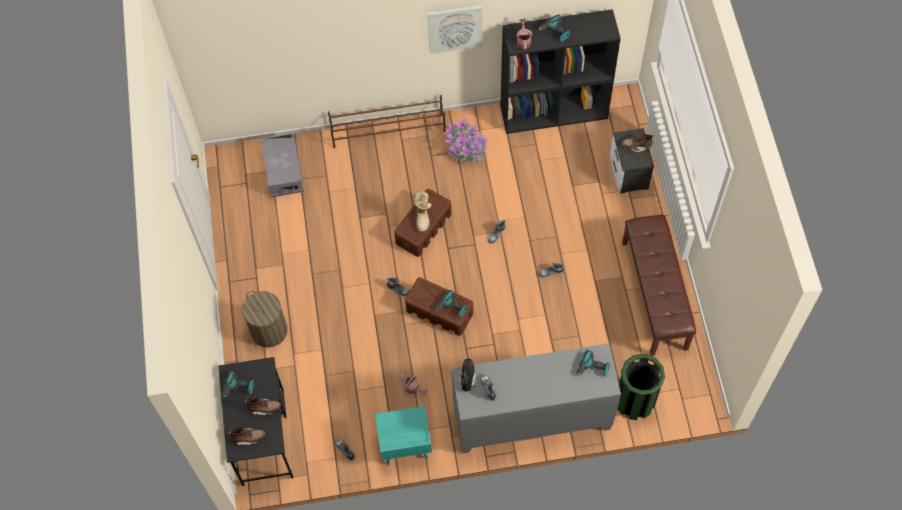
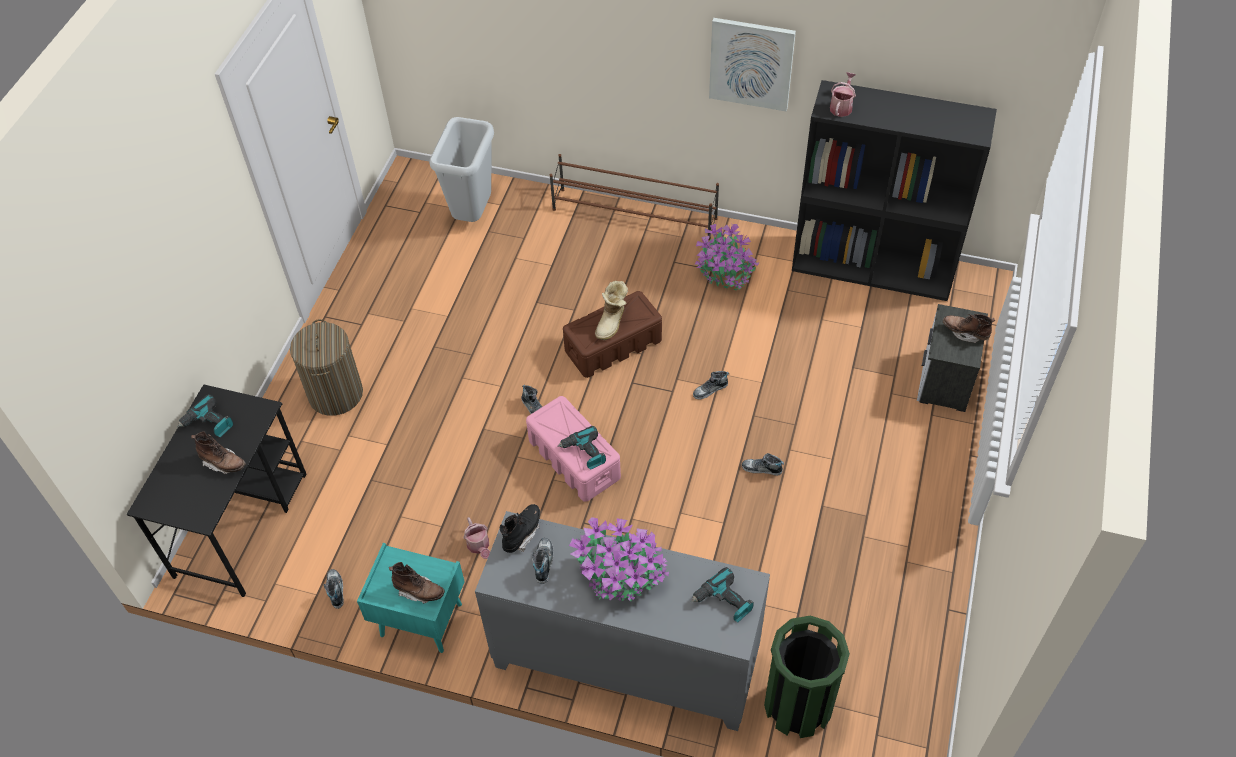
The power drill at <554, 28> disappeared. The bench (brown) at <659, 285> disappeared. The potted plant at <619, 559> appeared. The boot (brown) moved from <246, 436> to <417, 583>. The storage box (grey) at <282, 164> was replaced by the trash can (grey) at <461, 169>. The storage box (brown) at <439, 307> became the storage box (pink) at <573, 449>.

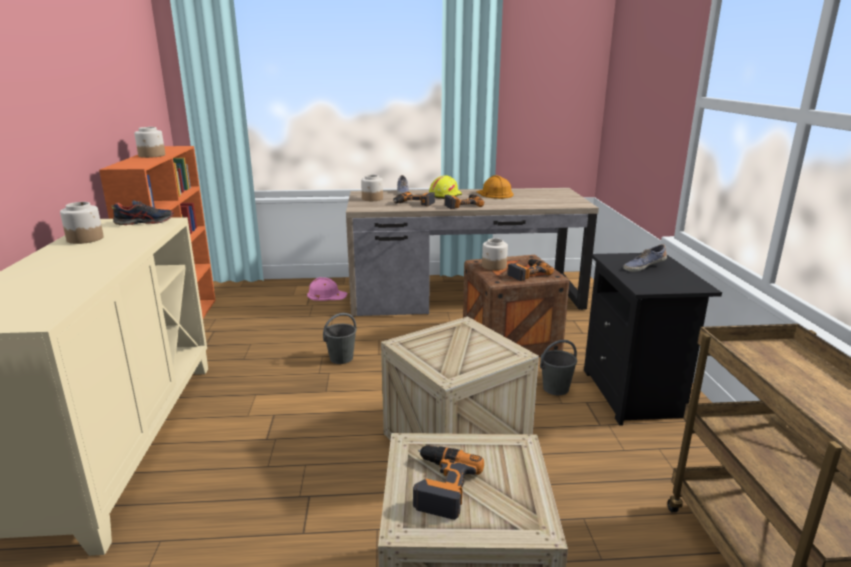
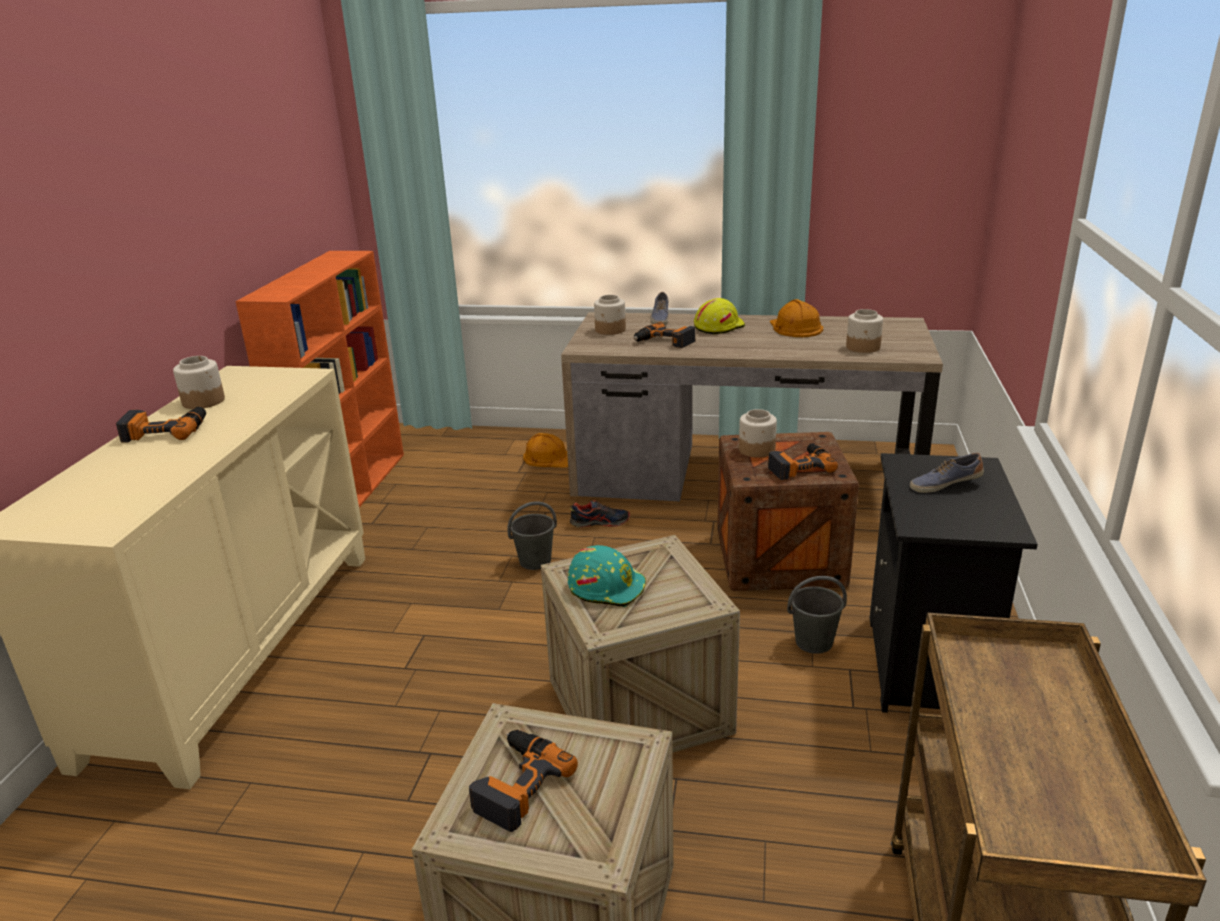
The hard hat (turquoise) at <607, 576> appeared. The shoe moved from <143, 212> to <600, 514>. The jar moved from <149, 142> to <864, 331>. The power drill moved from <464, 201> to <161, 425>. The hard hat (pink) at <327, 289> became the hard hat (orange) at <545, 450>.

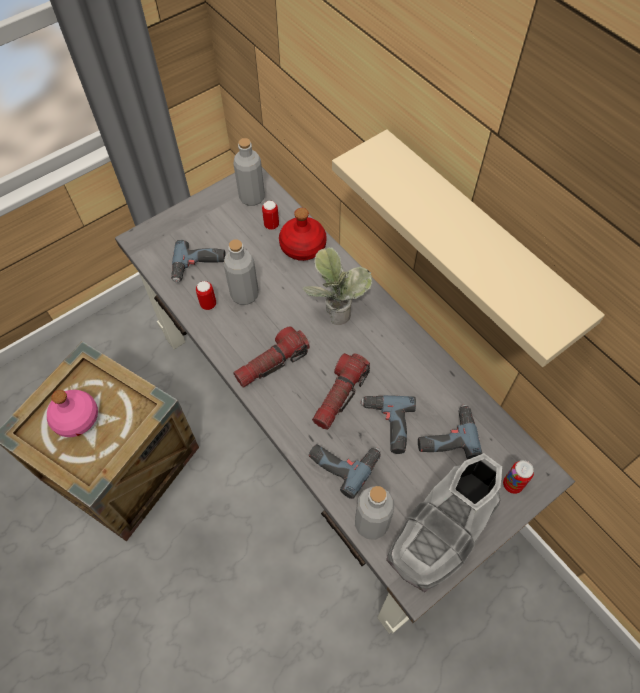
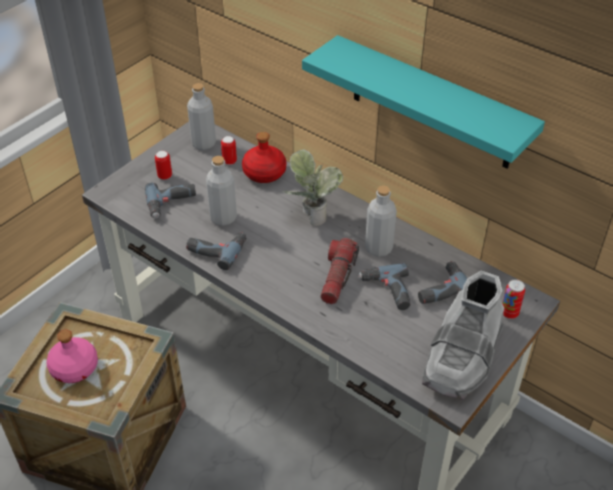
The flashlight at <271, 357> disappeared. The can moved from <206, 295> to <163, 165>. The power drill moved from <345, 471> to <216, 251>. The bottle (grey) moved from <374, 513> to <381, 221>. The shelf (beige) at <468, 248> became the shelf (turquoise) at <423, 101>.

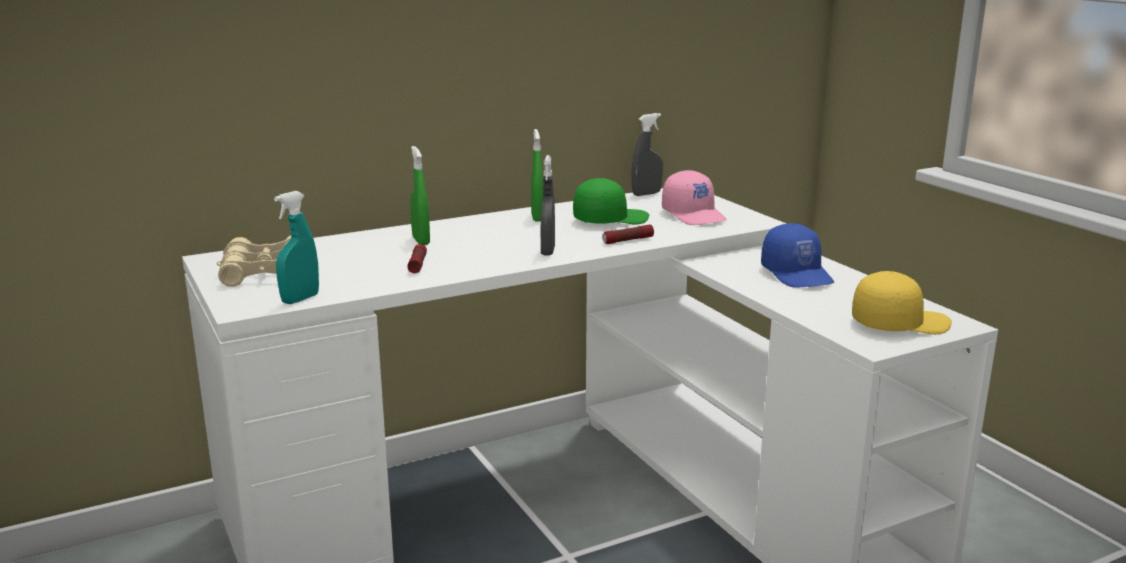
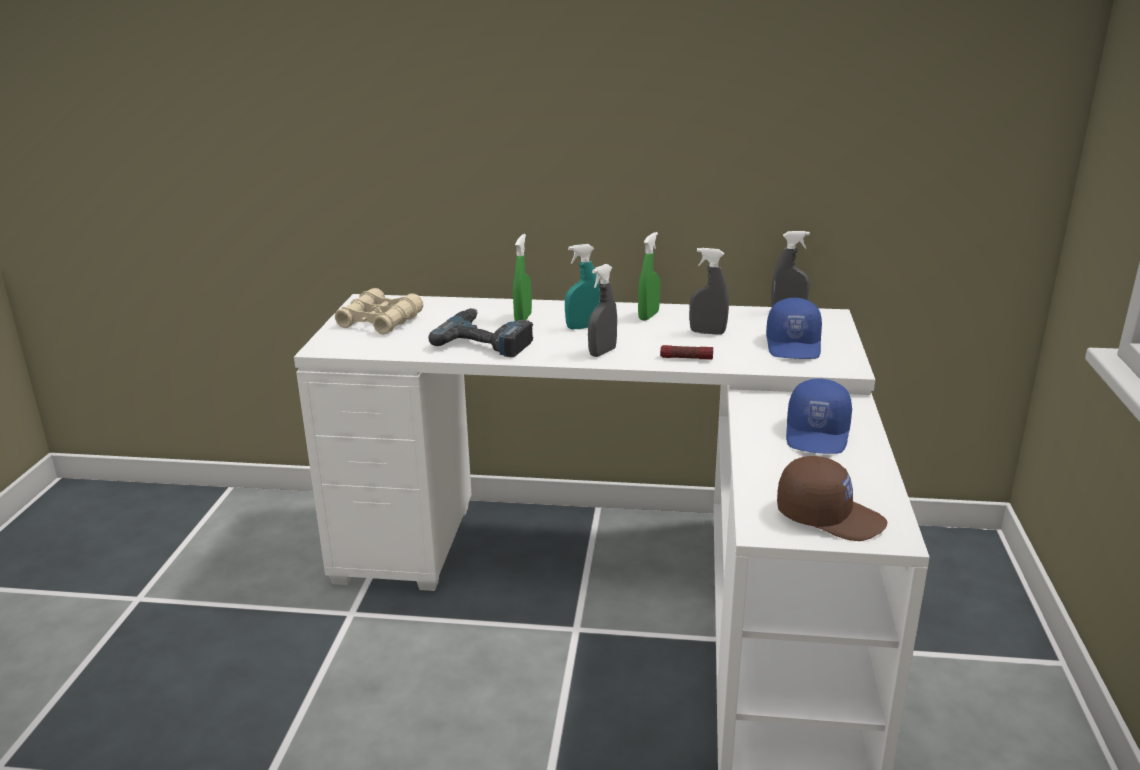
The spray bottle (turquoise) moved from <296, 247> to <582, 286>. The flashlight at <417, 258> was replaced by the power drill at <481, 332>. The cap (green) at <611, 201> was replaced by the spray bottle (grey) at <709, 291>. The cap (pink) at <694, 197> became the cap (blue) at <794, 328>. The cap (yellow) at <902, 302> became the cap (brown) at <832, 498>.

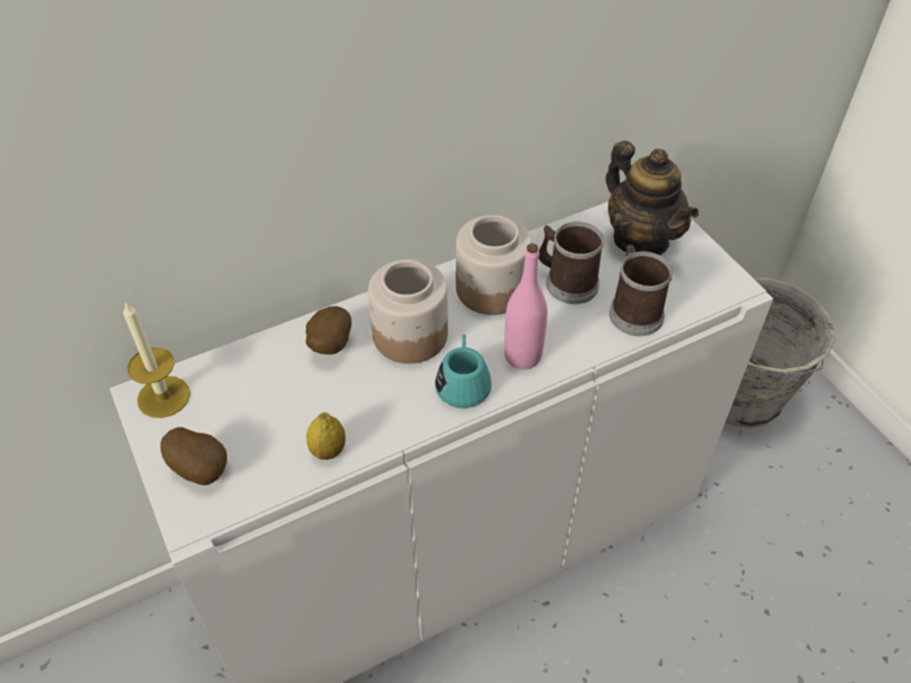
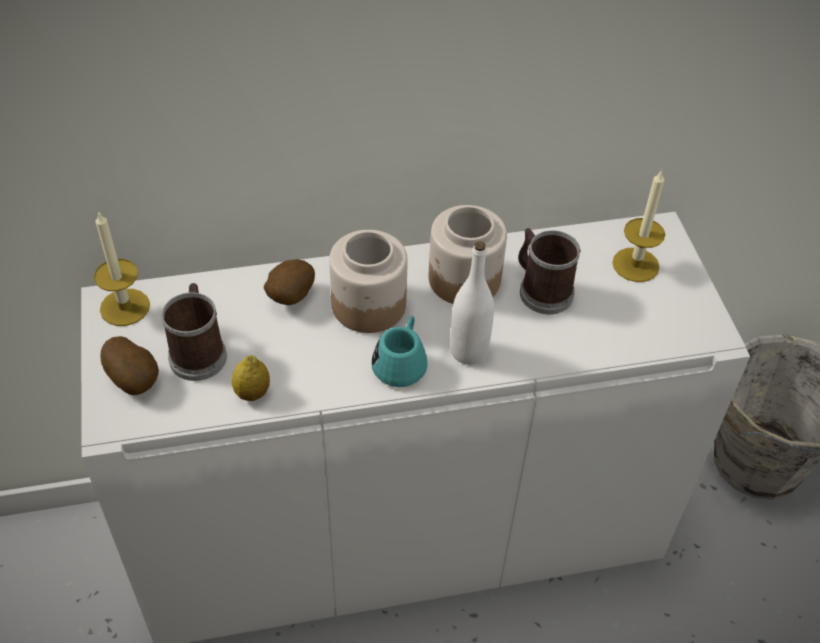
The mug moved from <640, 290> to <194, 332>. The teapot at <652, 198> was replaced by the candle at <638, 225>. The bottle (pink) at <525, 306> became the bottle (white) at <472, 303>.

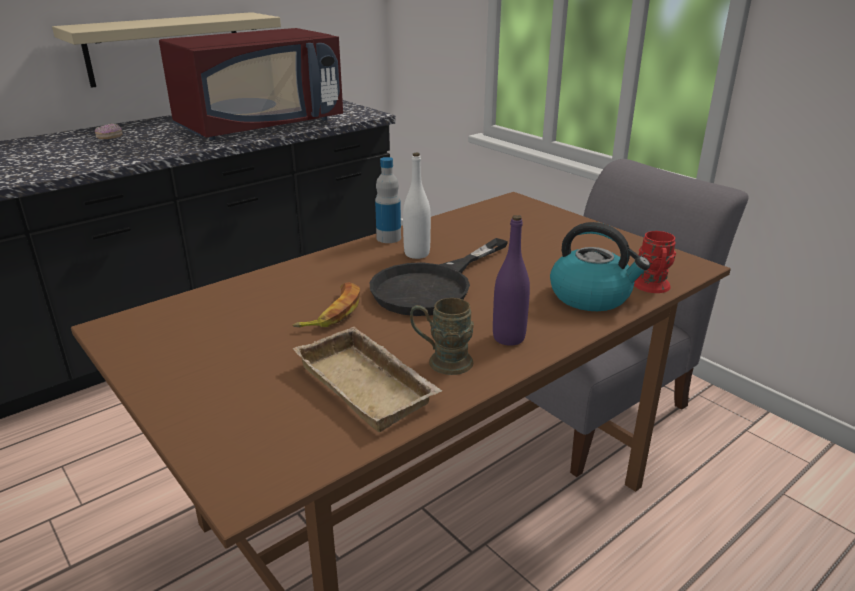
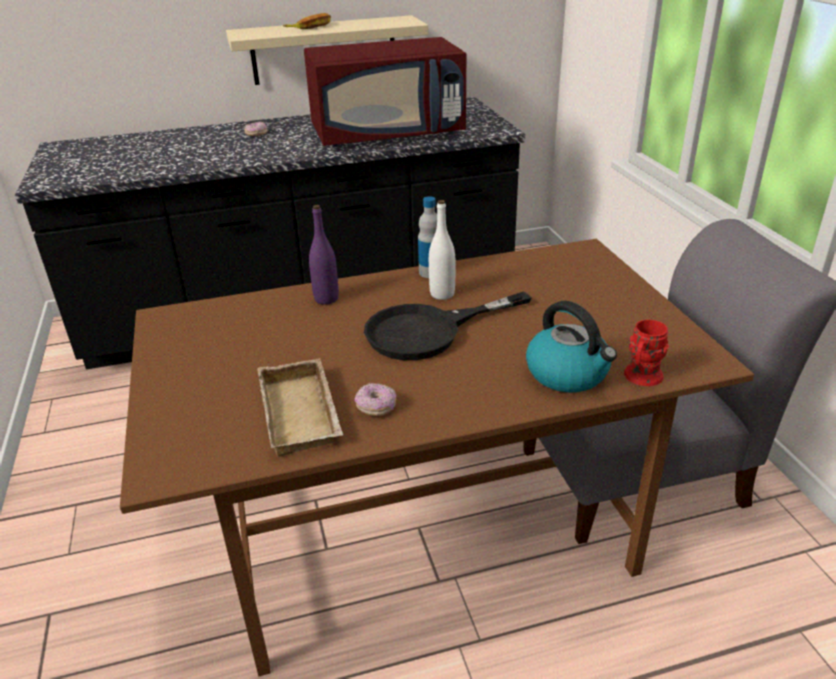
The banana moved from <326, 304> to <307, 21>. The bottle (purple) moved from <511, 280> to <324, 255>. The mug (brown) at <442, 336> was replaced by the donut at <375, 399>.

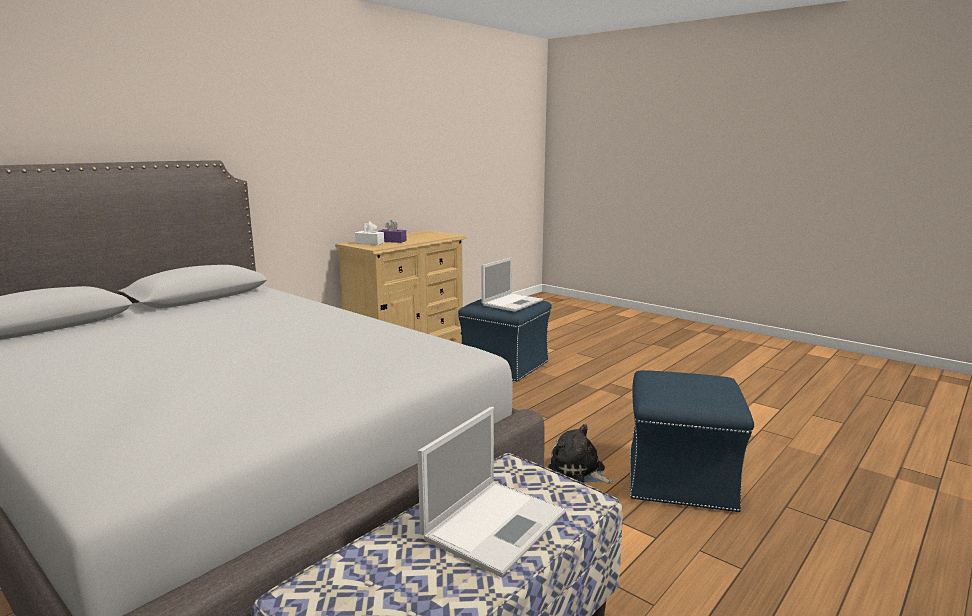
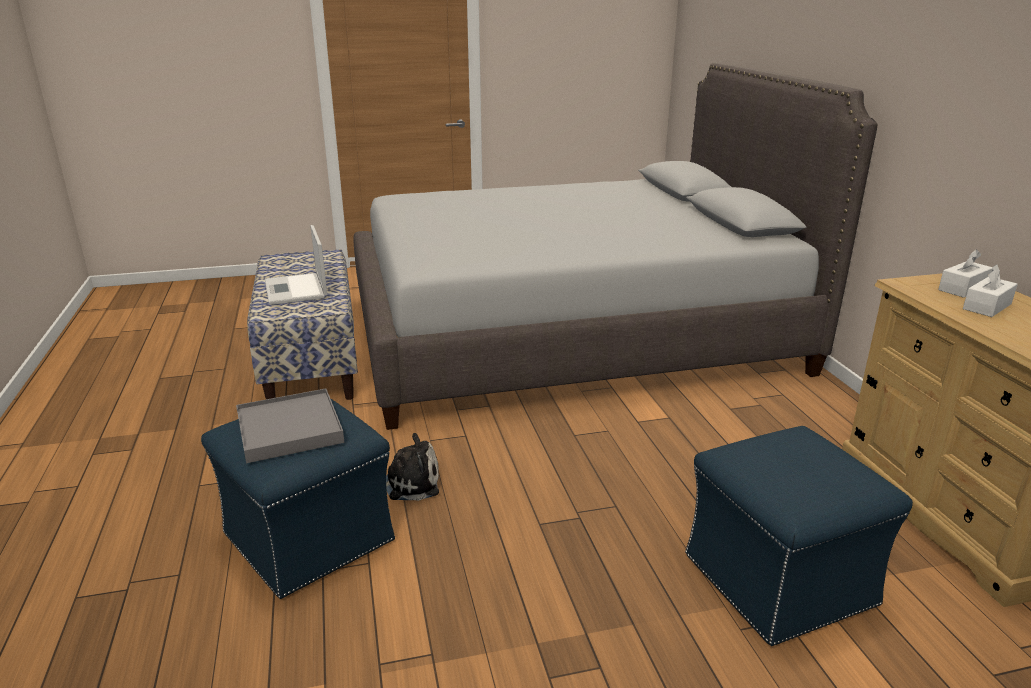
The laptop at <512, 284> disappeared. The tray (grey) at <290, 425> appeared. The tissue box (purple) at <392, 231> became the tissue box (white) at <990, 290>.

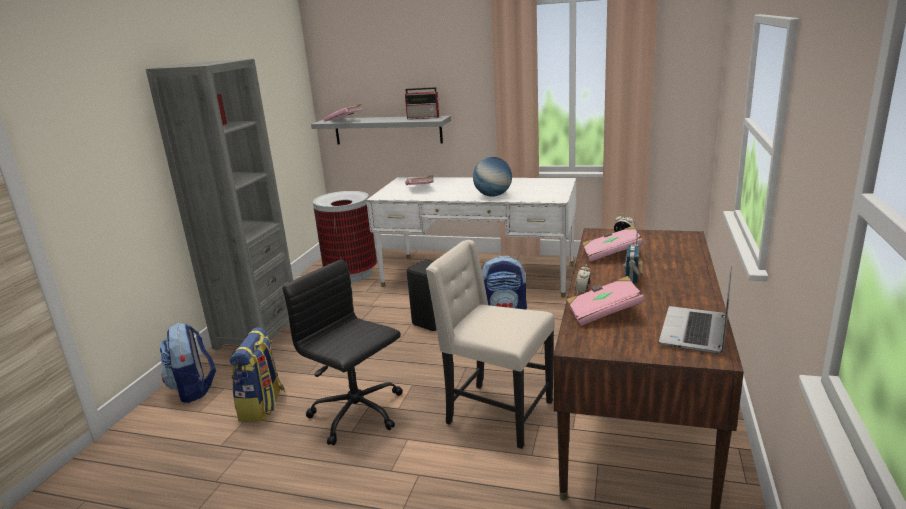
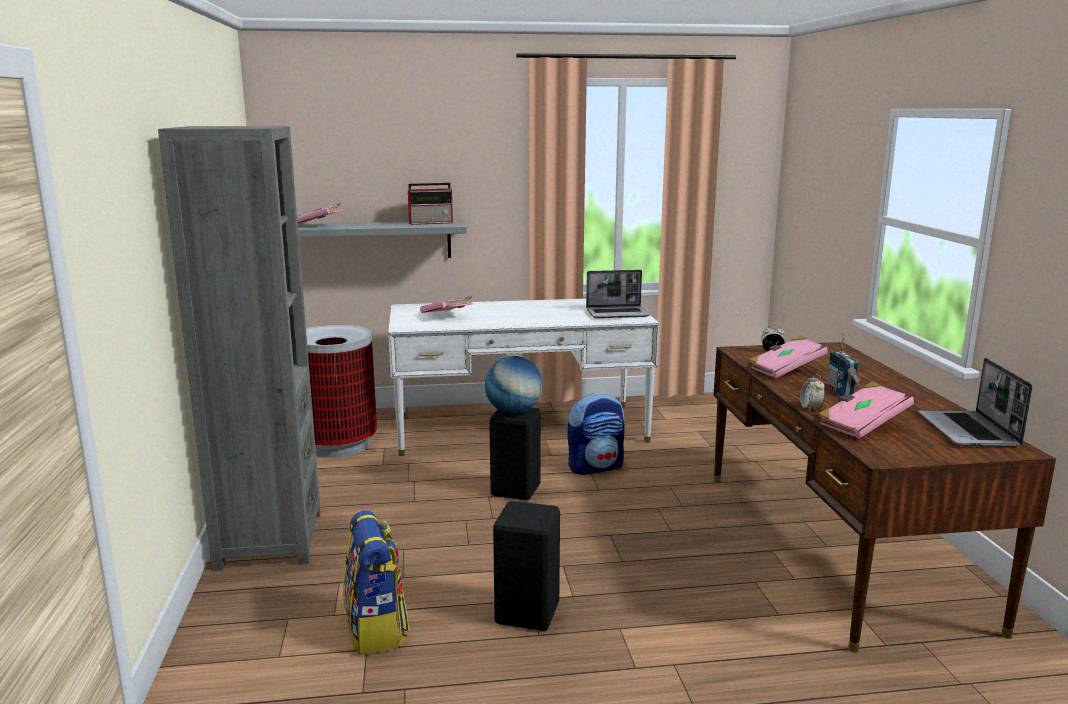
The backpack at <188, 363> disappeared. The chair (beige) at <490, 344> disappeared. The laptop at <618, 294> appeared. The globe moved from <492, 177> to <514, 385>. The office chair (black) at <342, 352> was replaced by the stool (black) at <526, 566>.

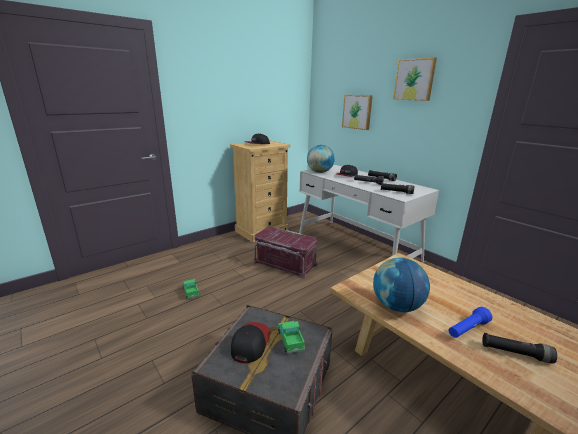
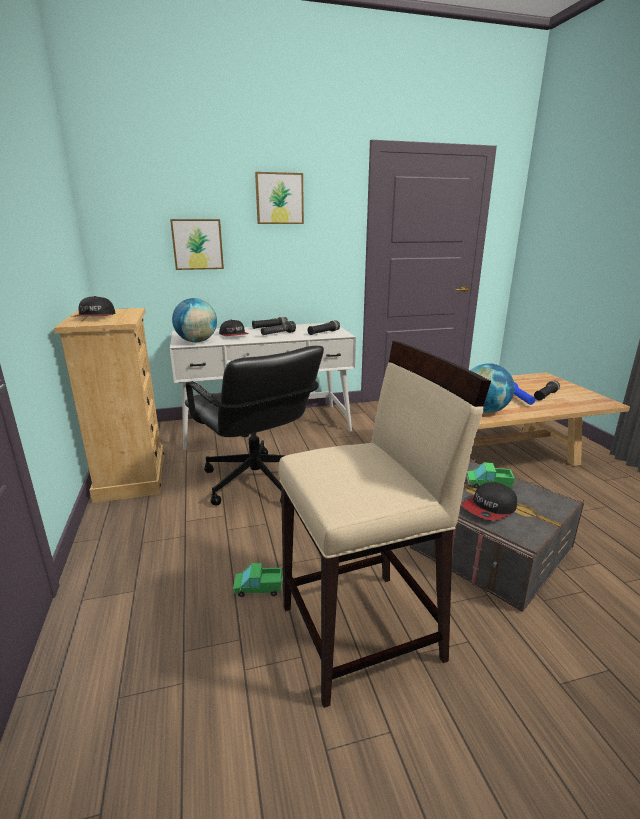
The stool (beige) at <385, 524> appeared. The storage box (red) at <285, 253> was replaced by the office chair (black) at <254, 426>. The cap at <250, 342> turned 75 degrees counterclockwise.

